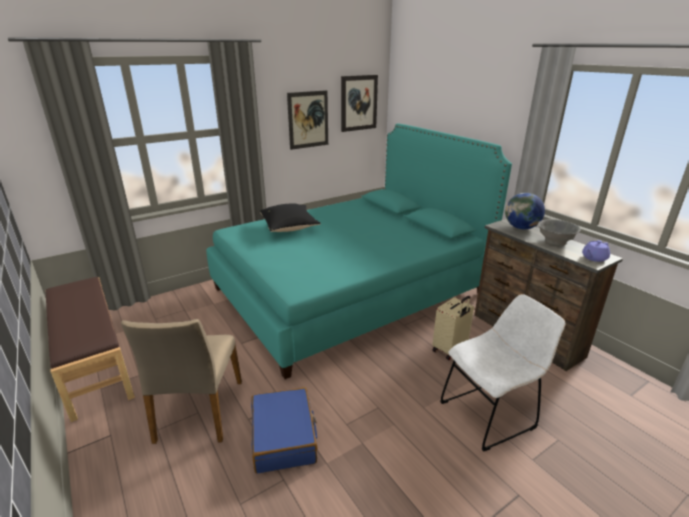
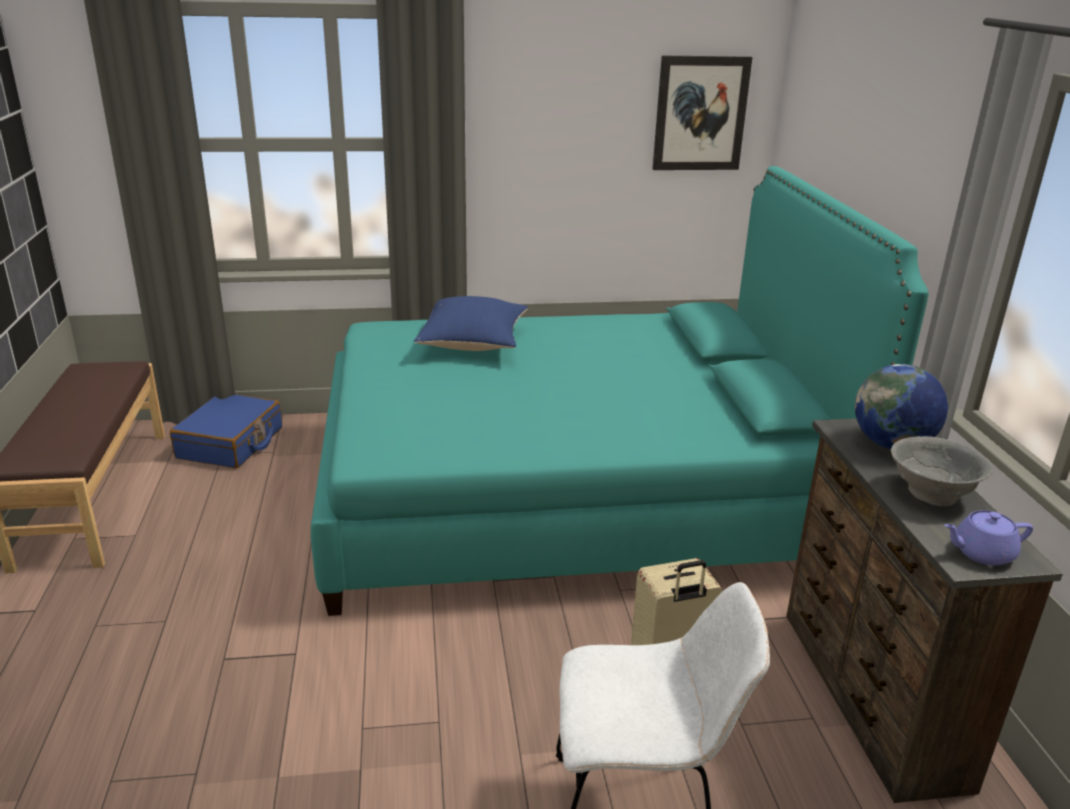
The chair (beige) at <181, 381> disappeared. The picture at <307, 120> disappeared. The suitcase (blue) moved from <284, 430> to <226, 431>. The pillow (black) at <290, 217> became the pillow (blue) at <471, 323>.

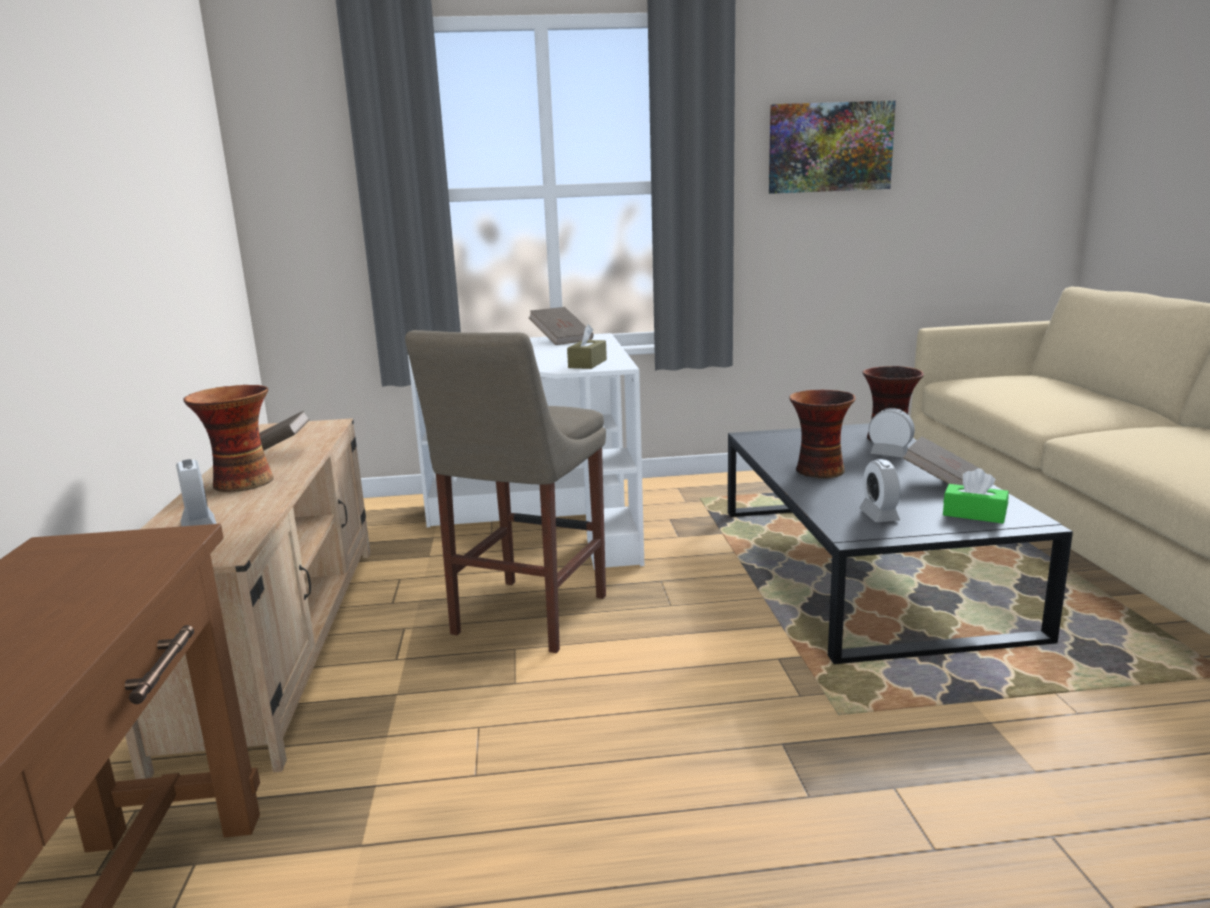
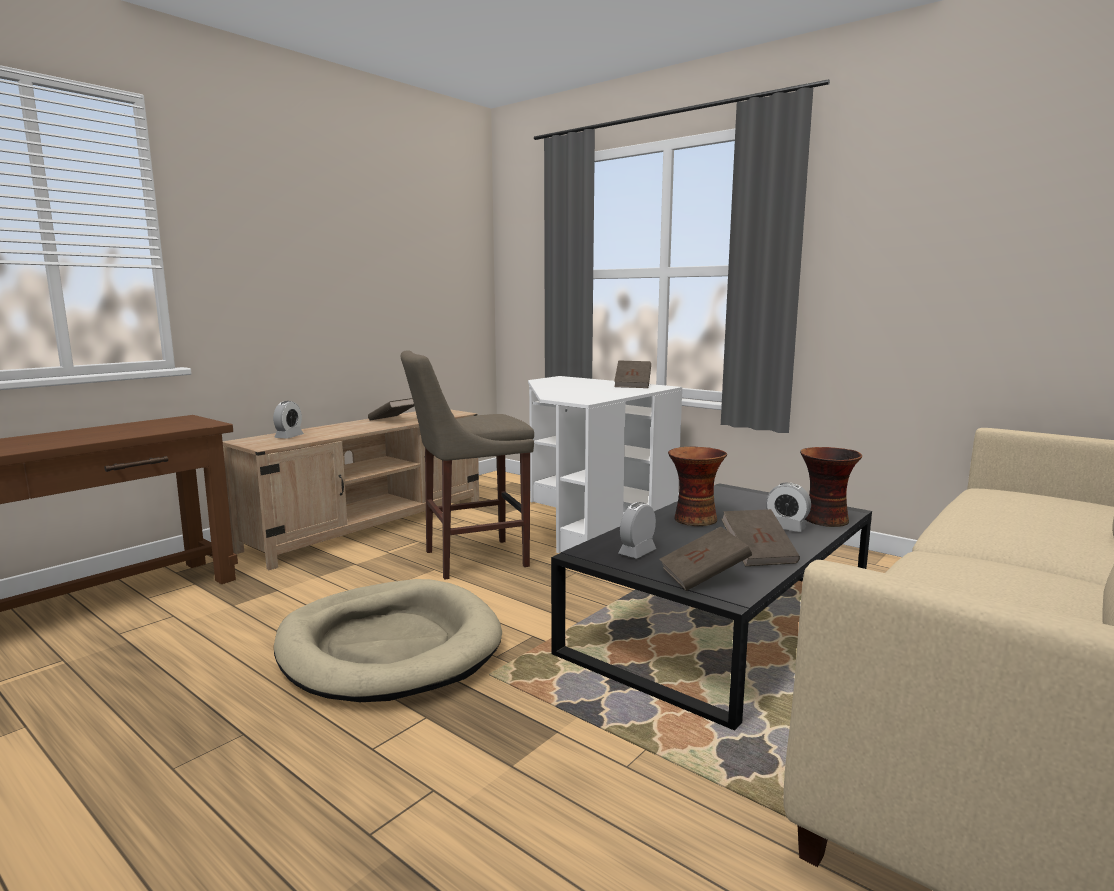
The vase at <228, 438> disappeared. The tissue box (brown) at <587, 346> disappeared. The picture at <832, 147> disappeared. The dog bed (beige) at <388, 640> appeared. The tissue box (green) at <976, 496> was replaced by the book (brown) at <705, 558>. The alarm clock at <891, 432> turned 135 degrees clockwise.

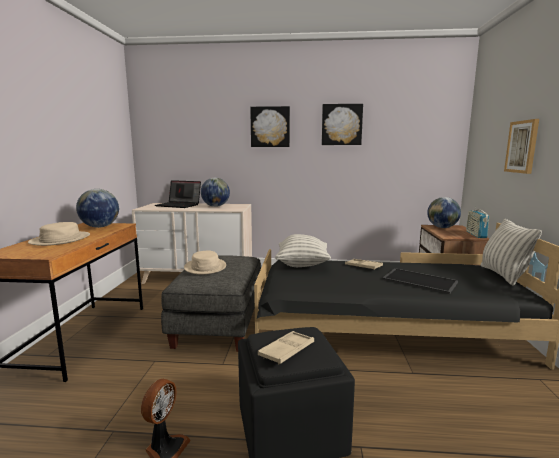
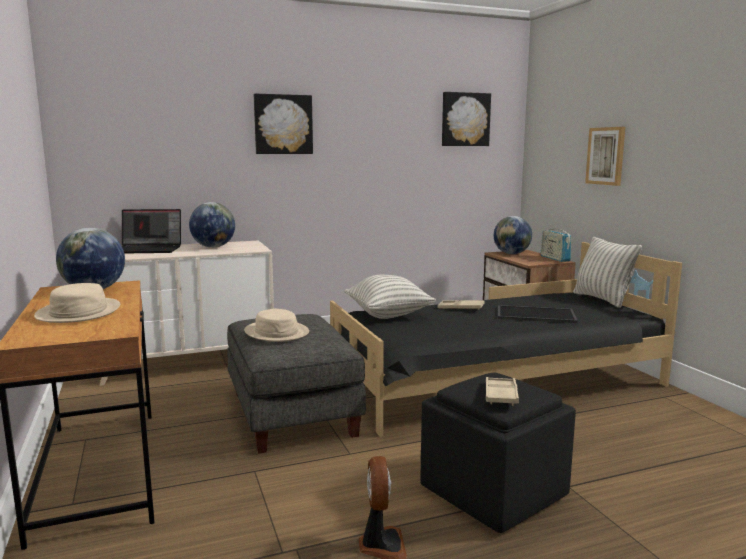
The picture moved from <342, 124> to <466, 119>.

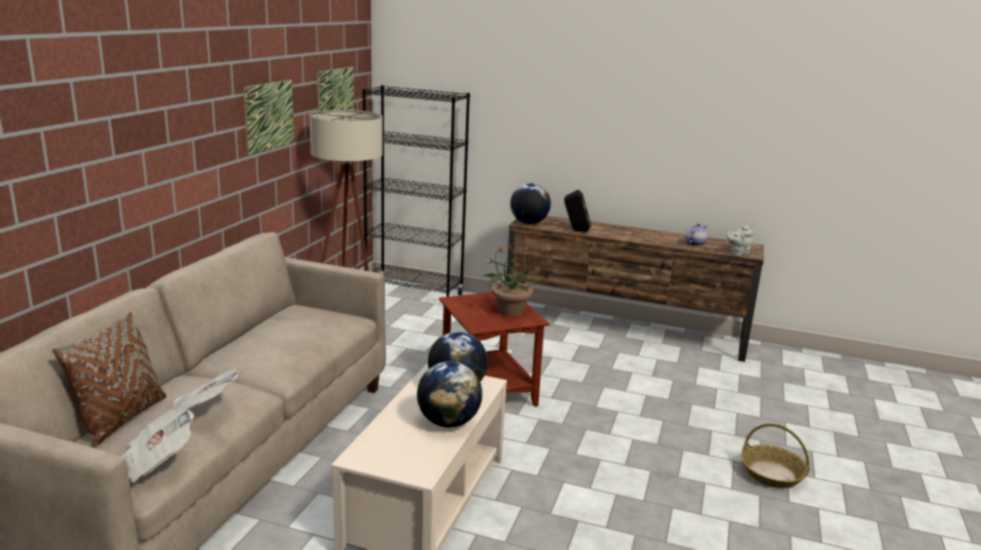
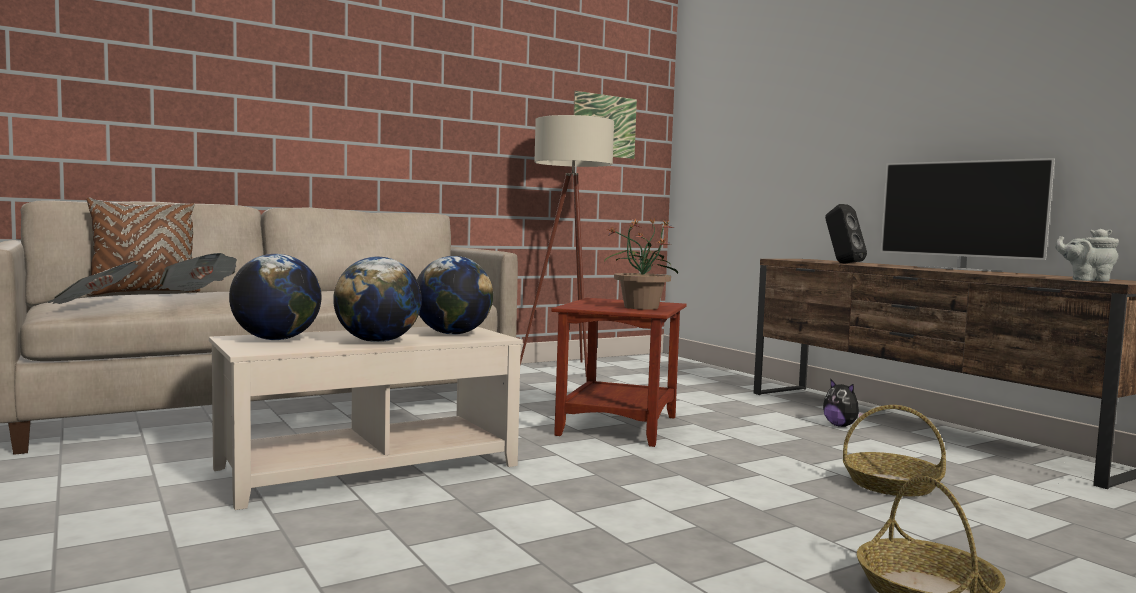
The picture at <268, 117> disappeared. The bookcase (black) at <416, 191> disappeared. The teapot at <696, 235> disappeared. The plush toy at <843, 403> appeared. The basket at <894, 451> appeared. The television at <967, 215> appeared. The globe moved from <530, 203> to <275, 297>.

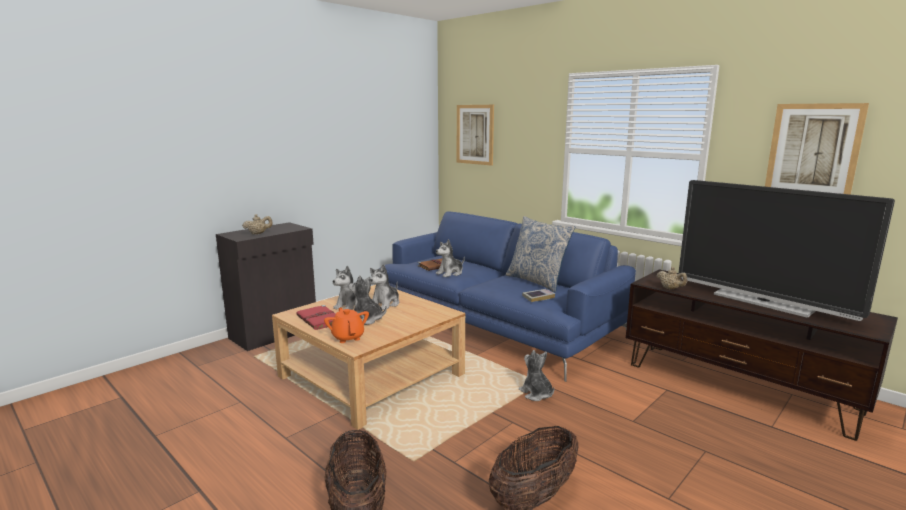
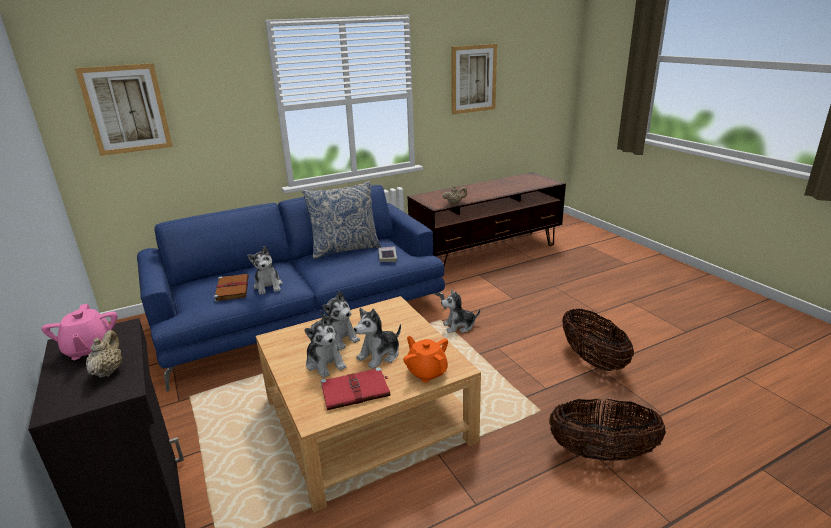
The television at <786, 250> disappeared. The teapot (pink) at <79, 332> appeared. The teapot (orange) at <346, 325> turned 60 degrees clockwise.

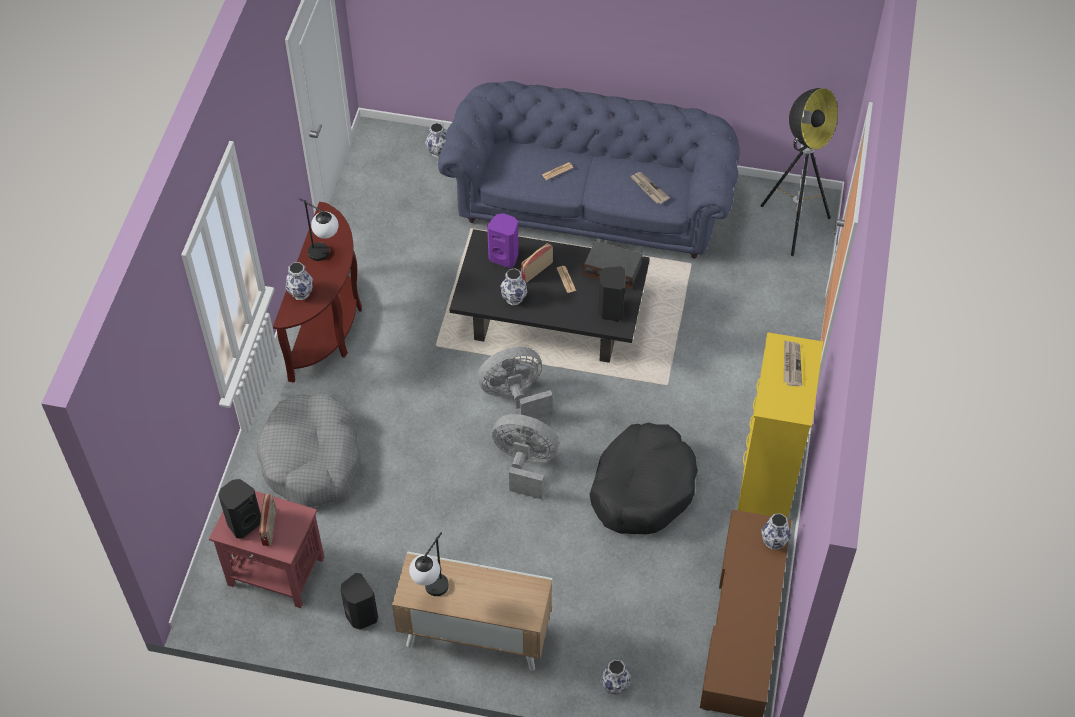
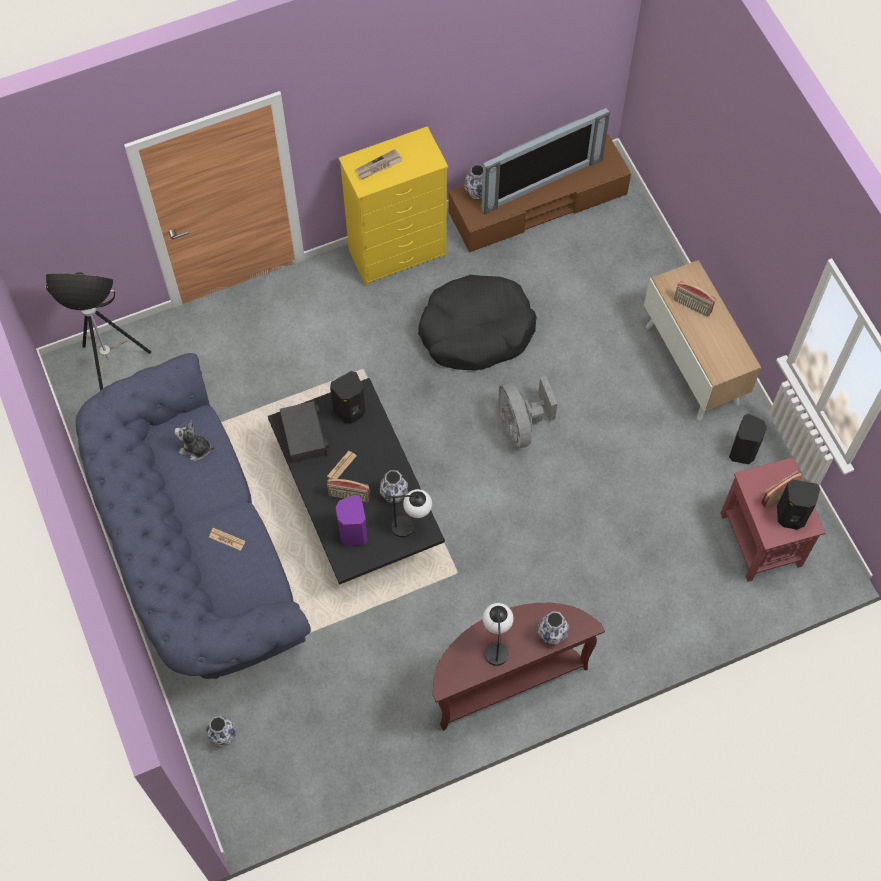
The dog bed (grey) at <309, 449> disappeared. The fan (grey) at <515, 383> disappeared. The vase at <615, 677> disappeared. The television at <545, 161> appeared. The radio at <695, 299> appeared. The table lamp moved from <429, 564> to <408, 513>. The newspaper at <650, 188> was replaced by the plush toy at <194, 440>.

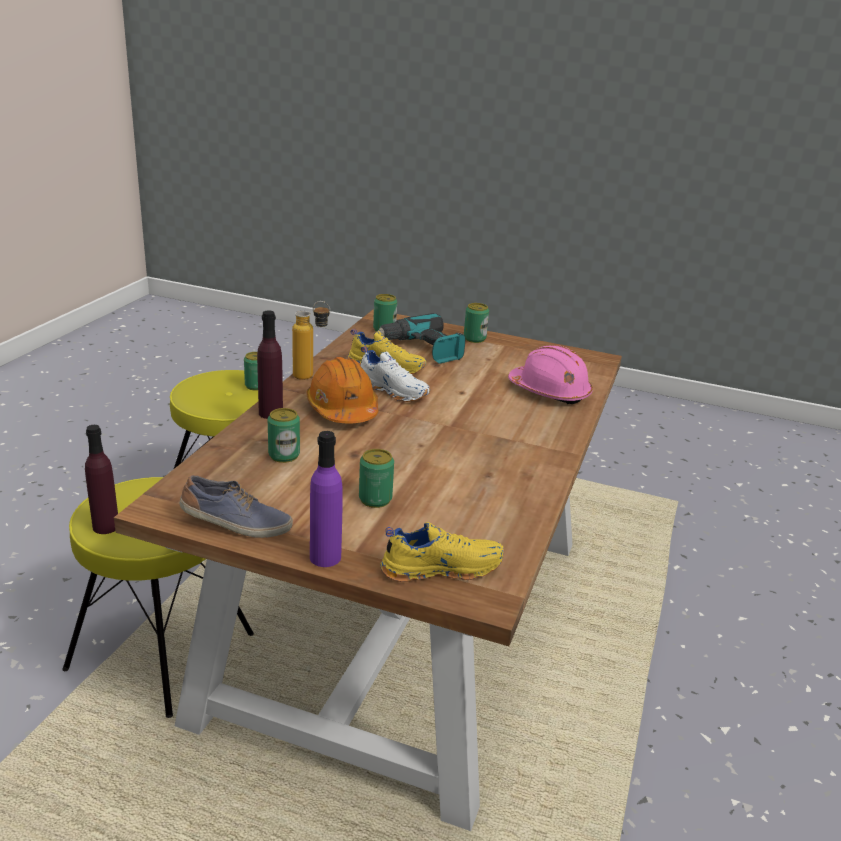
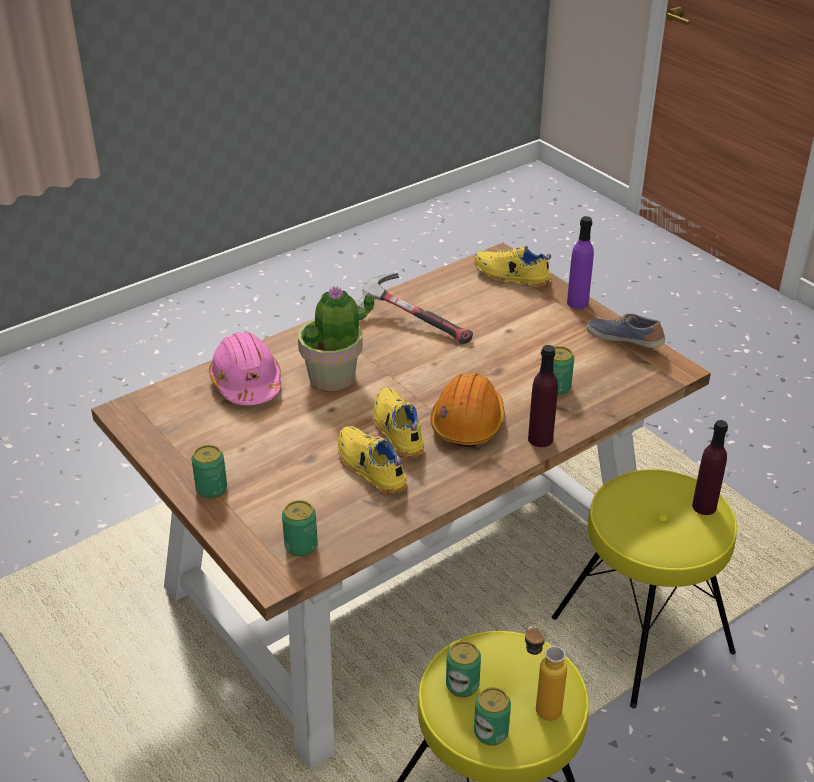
The power drill at <419, 338> disappeared. The potted plant at <336, 338> appeared. The hammer at <414, 308> appeared. The bottle moved from <311, 340> to <546, 673>. The can moved from <376, 478> to <492, 716>. The shoe (white) at <395, 374> became the shoe (yellow) at <399, 423>.

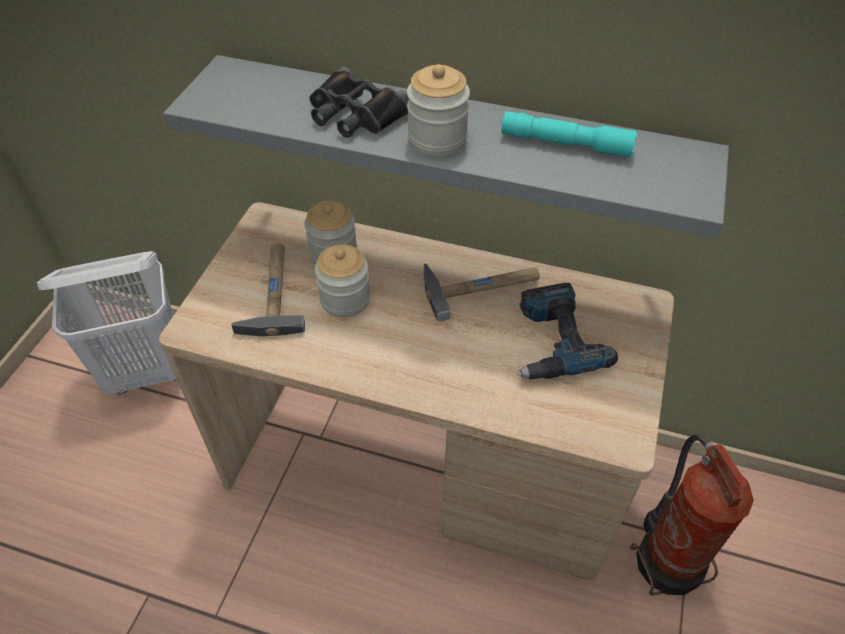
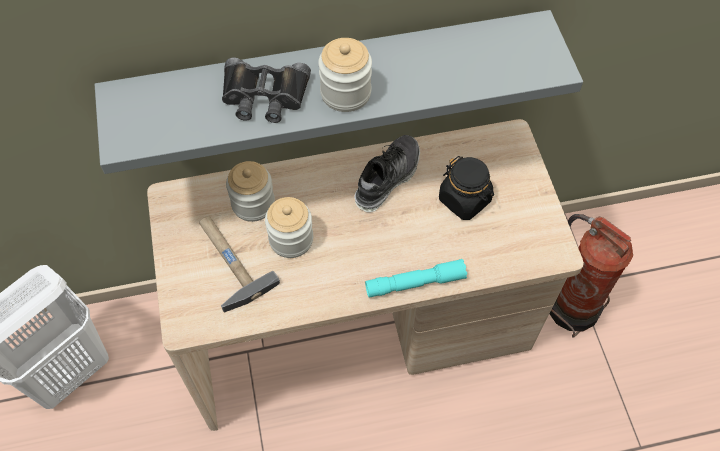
The flashlight (turquoise) moved from <569, 134> to <416, 278>. The hammer at <482, 292> was replaced by the shoe at <387, 173>. The power drill at <567, 331> was replaced by the jar (black) at <466, 188>.

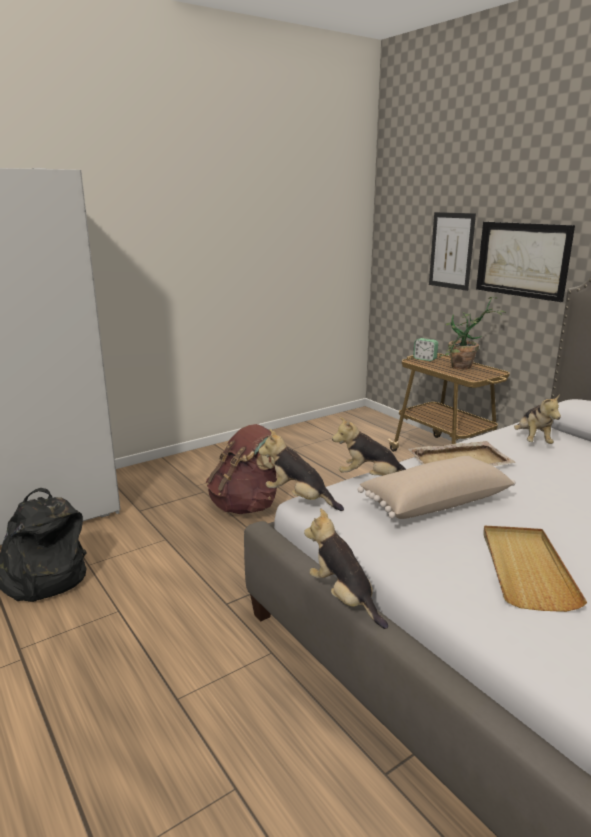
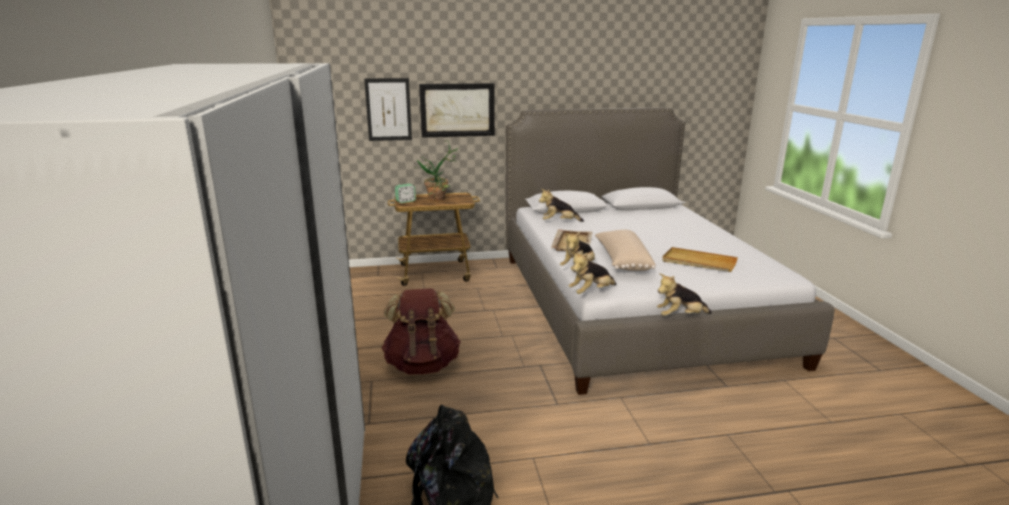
The plush toy at <537, 419> turned 150 degrees clockwise.

